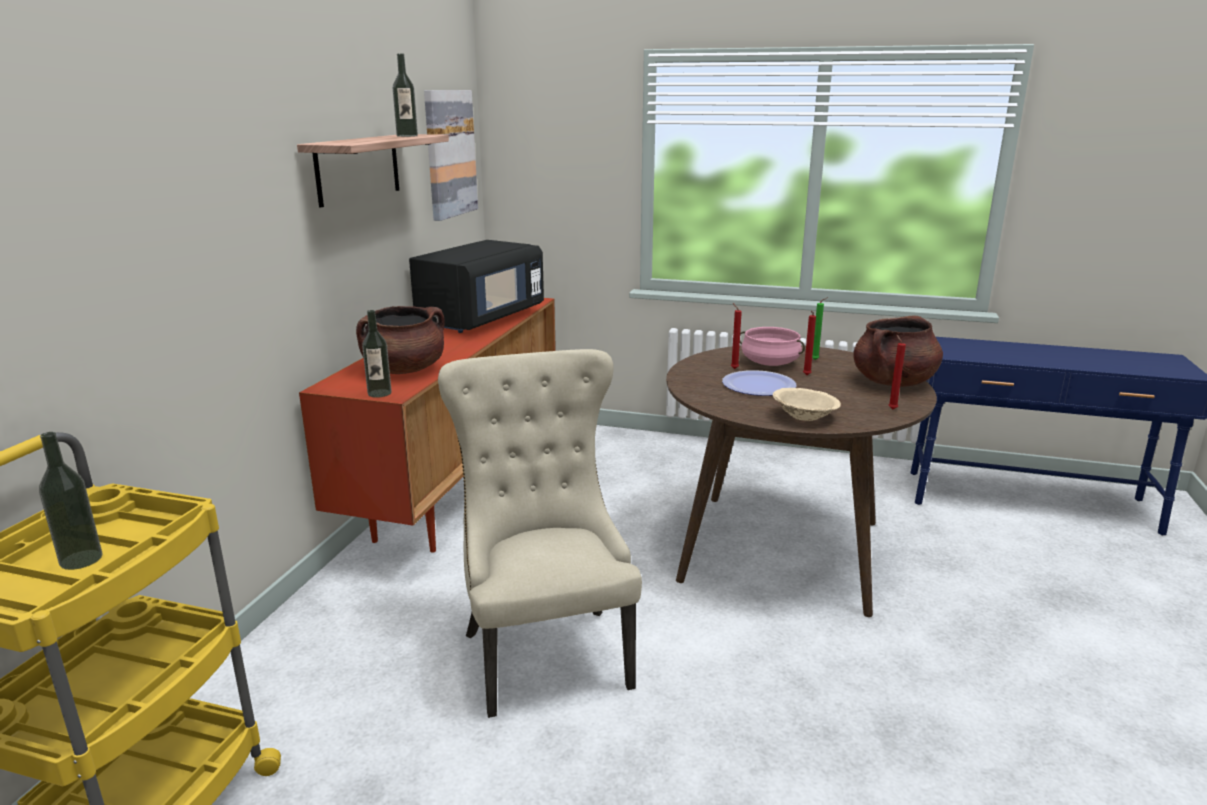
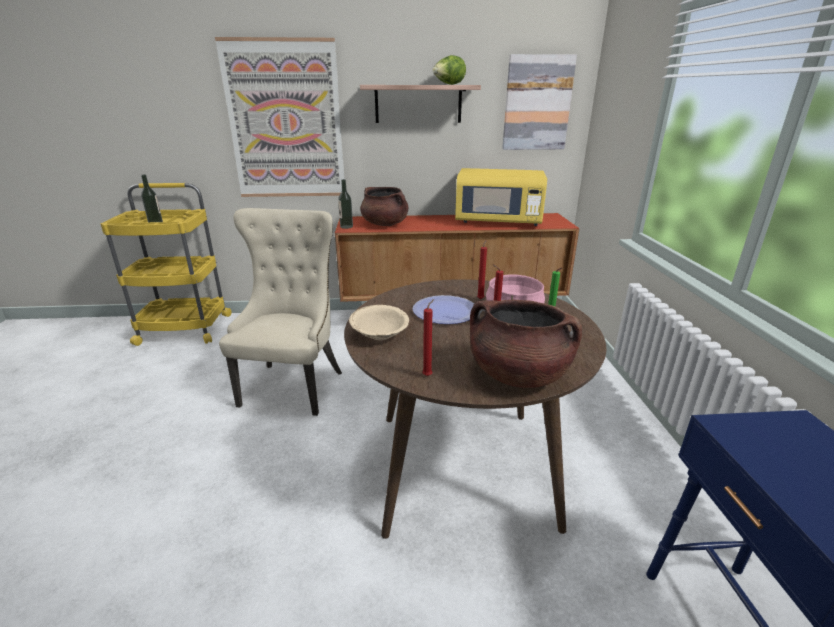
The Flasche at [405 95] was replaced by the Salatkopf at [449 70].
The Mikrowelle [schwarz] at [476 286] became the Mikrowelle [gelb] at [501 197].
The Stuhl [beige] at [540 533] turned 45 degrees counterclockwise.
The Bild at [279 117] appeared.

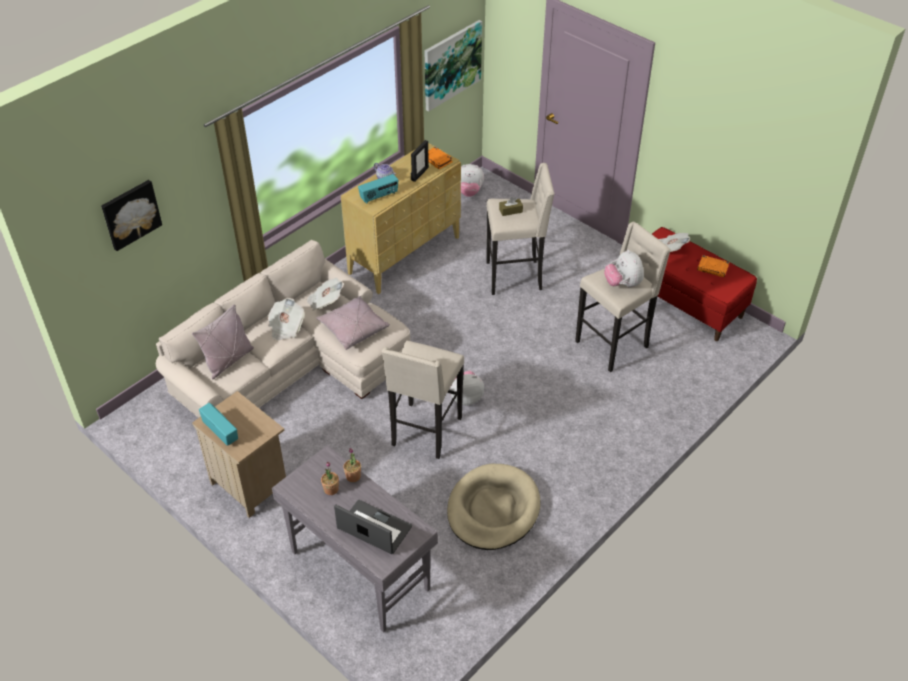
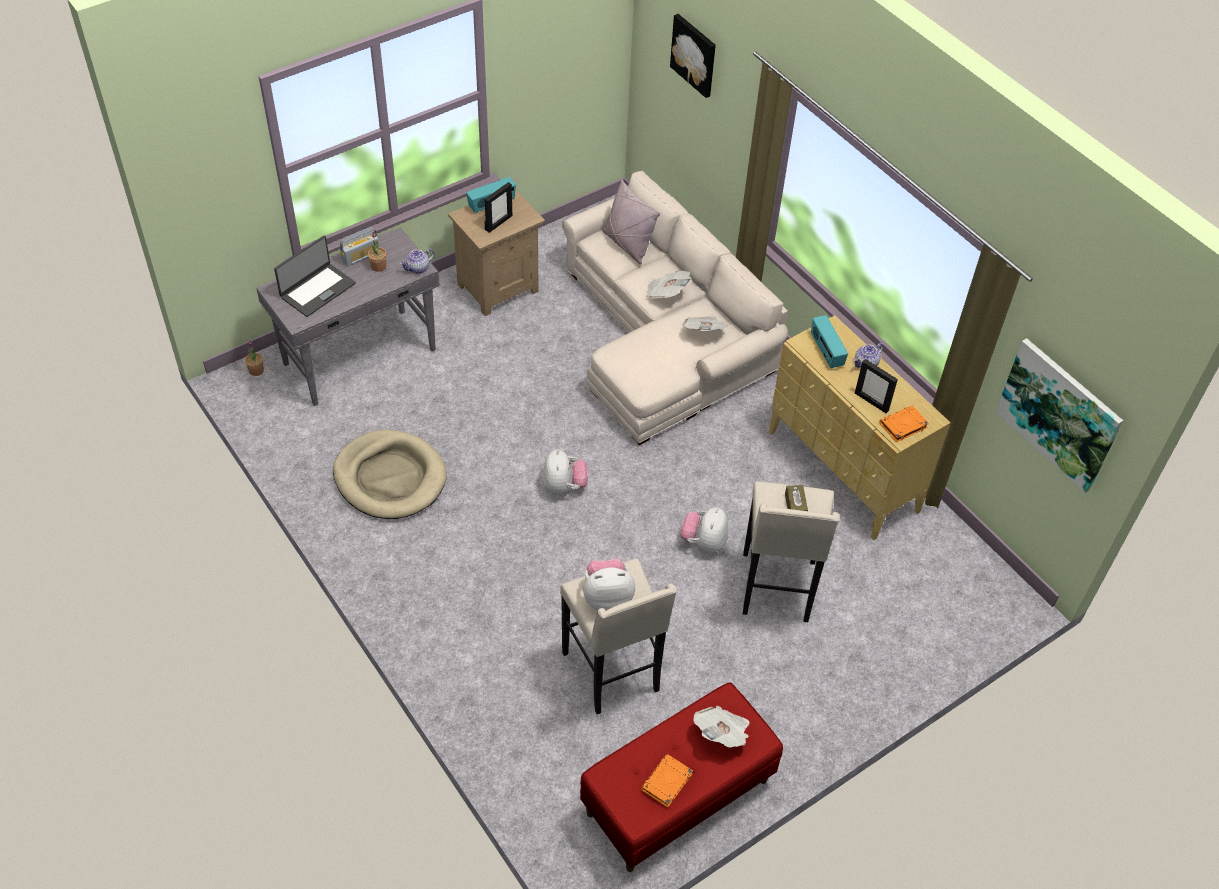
The Plüschtier moved from [472 180] to [704 530].
The Kissen [lila] at [353 323] disappeared.
The Hocker [beige] at [423 400] disappeared.
The Topfpflanze moved from [352 465] to [254 358].
The Bilderrahmen at [498 207] appeared.
The Radio at [359 246] appeared.
The Teekanne at [417 261] appeared.

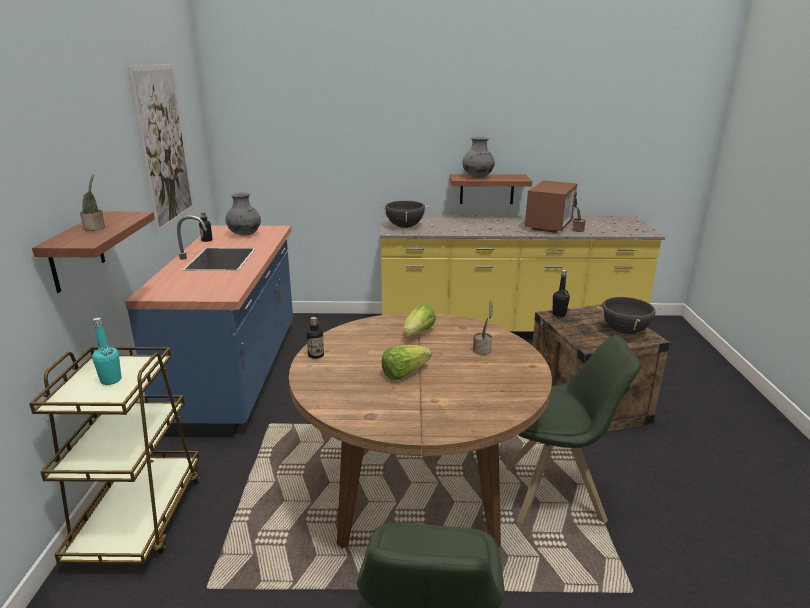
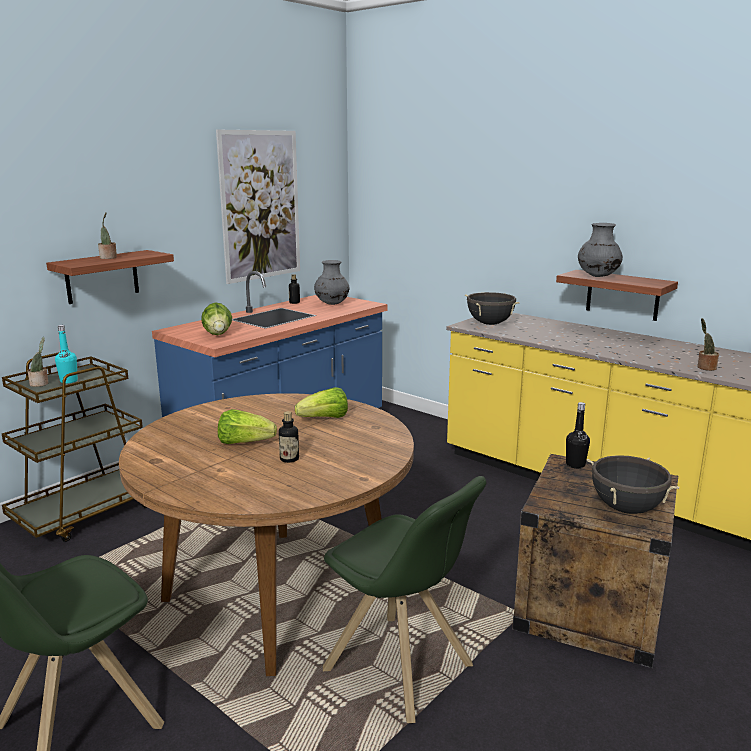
The Mikrowelle at [551 206] disappeared.
The Topfpflanze moved from [483 328] to [37 362].
The Flasche moved from [315 338] to [289 437].
The Salatkopf at [216 318] appeared.

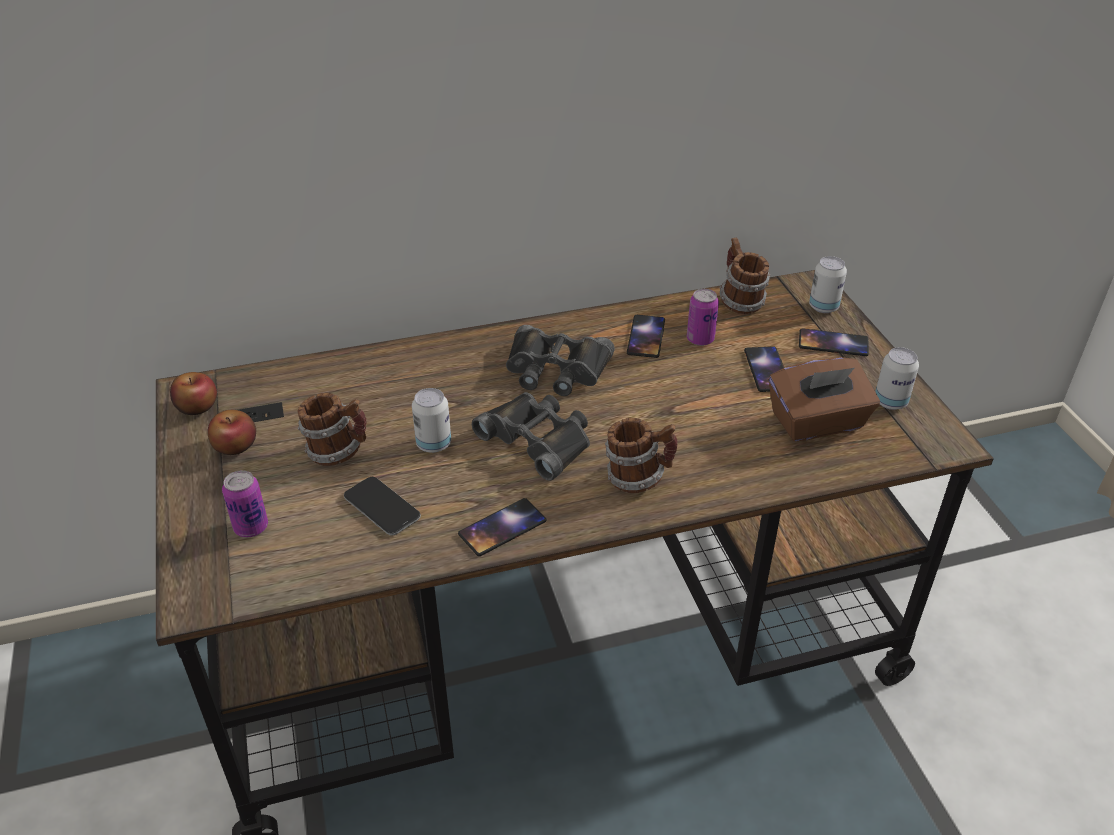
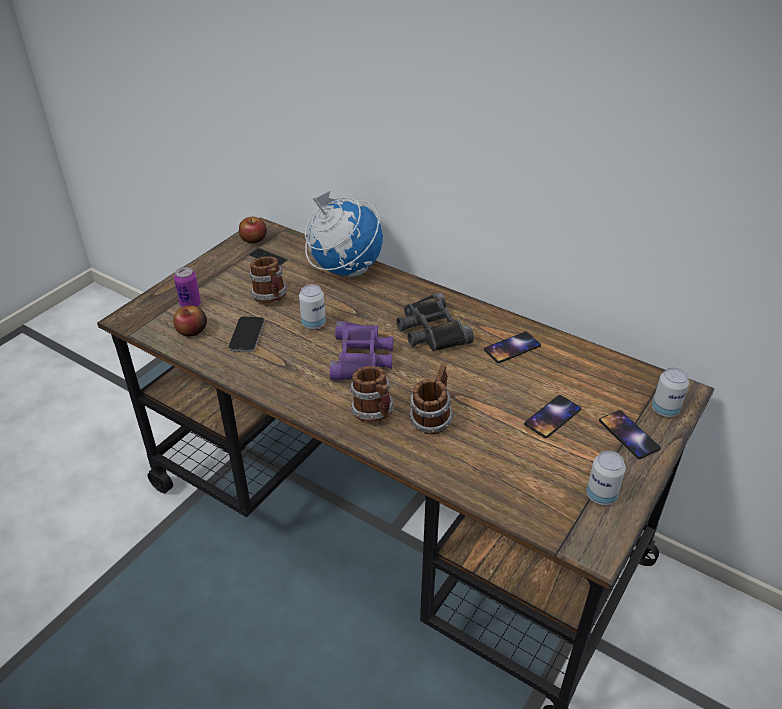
The Henkelbecher moved from [744 276] to [431 399].
The Dose at [703 317] disappeared.
The Taschentuchbox [braun] at [824 399] disappeared.
The Fernglas [schwarz] at [531 436] became the Fernglas [lila] at [361 351].
The Apfel moved from [232 432] to [190 320].
The Handy at [502 527] disappeared.
The Globus at [344 234] appeared.

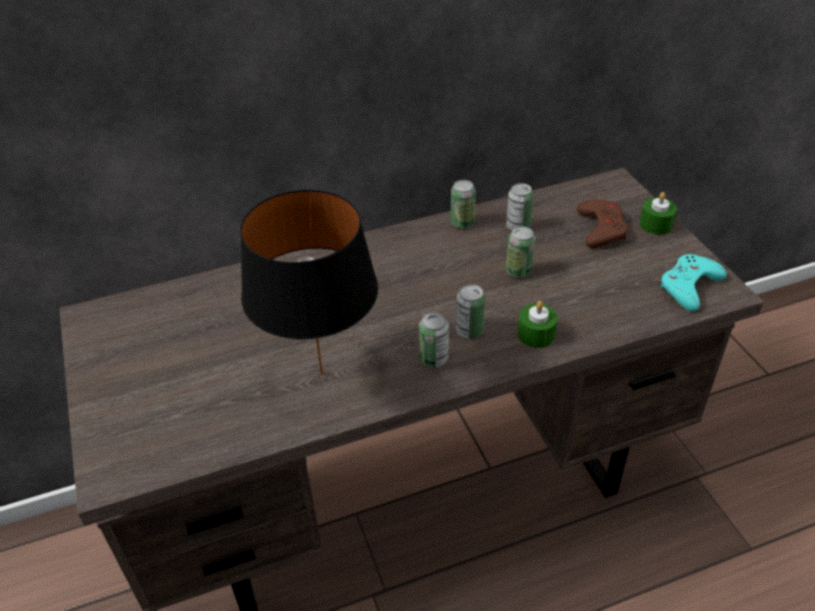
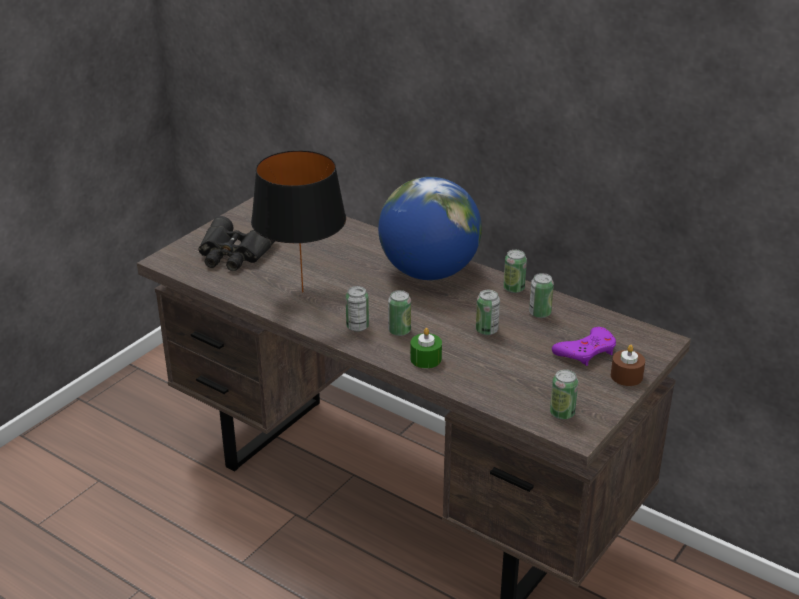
The Kerze [grün] at [658 213] became the Kerze [braun] at [628 365].
The Gamepad [braun] at [602 223] became the Gamepad [lila] at [584 346].
The Gamepad [türkis] at [694 282] was replaced by the Dose at [564 394].
The Globus at [430 228] appeared.
The Fernglas [schwarz] at [237 243] appeared.

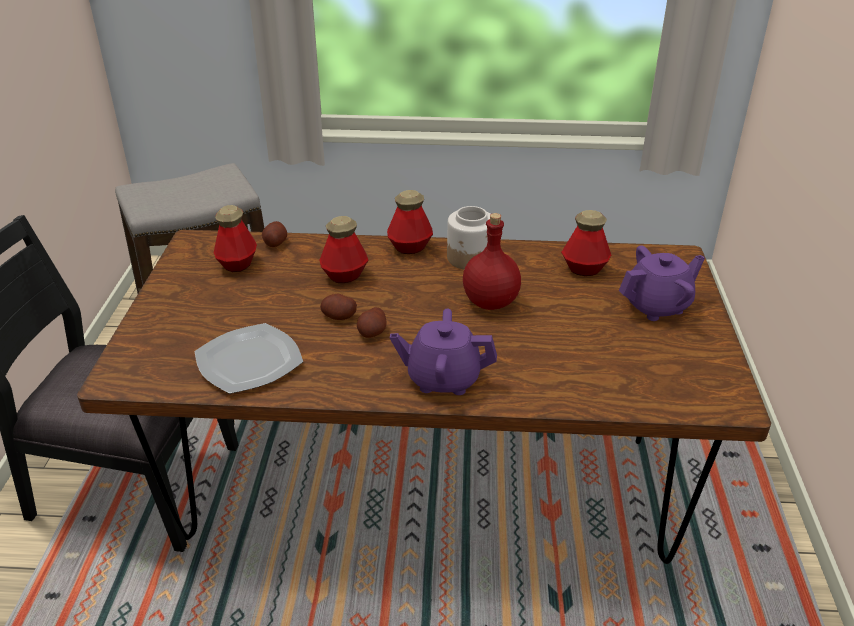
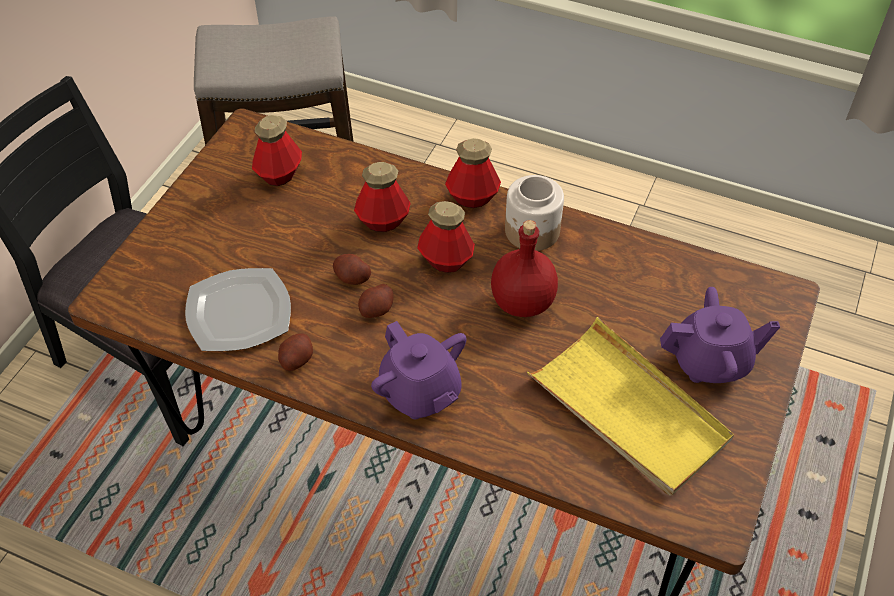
The Flasche moved from [586 243] to [446 237].
The Kartoffel moved from [274 234] to [295 352].
The Teekanne [lila] at [443 352] turned 150 degrees counterclockwise.
The Tablett [gelb] at [630 406] appeared.

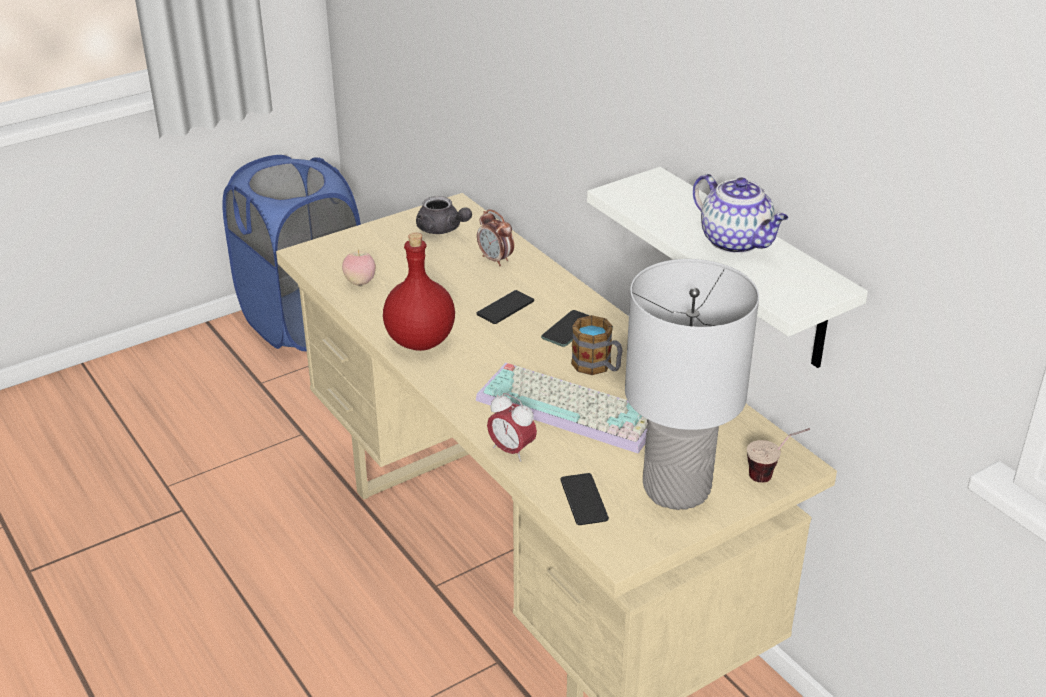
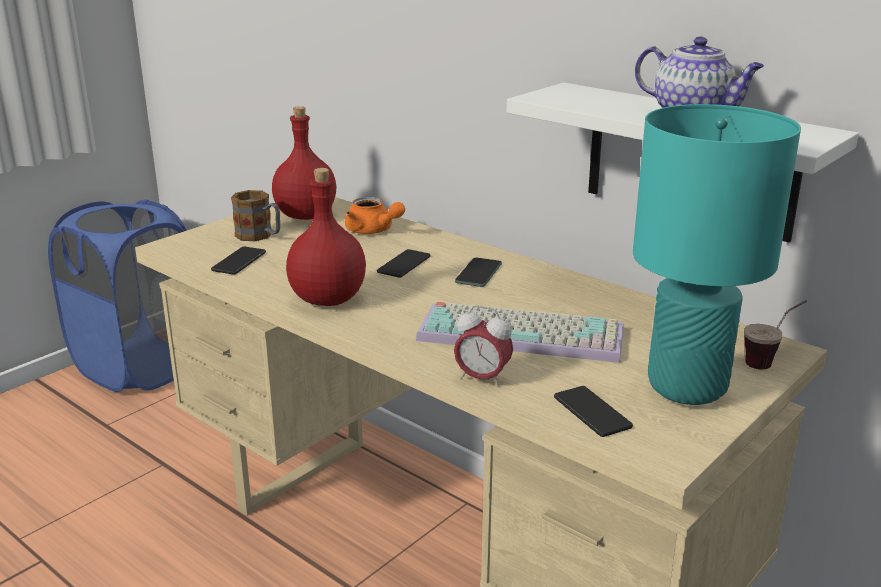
The Teekanne [grau] at [444 215] was replaced by the Flasche [rot] at [304 163].
The Wecker at [495 237] was replaced by the Teekanne [orange] at [375 215].
The Apfel at [359 267] was replaced by the Handy at [238 260].
The Tischlampe [grau] at [692 384] became the Tischlampe [türkis] at [717 254].
The Henkelbecher moved from [596 345] to [255 215].

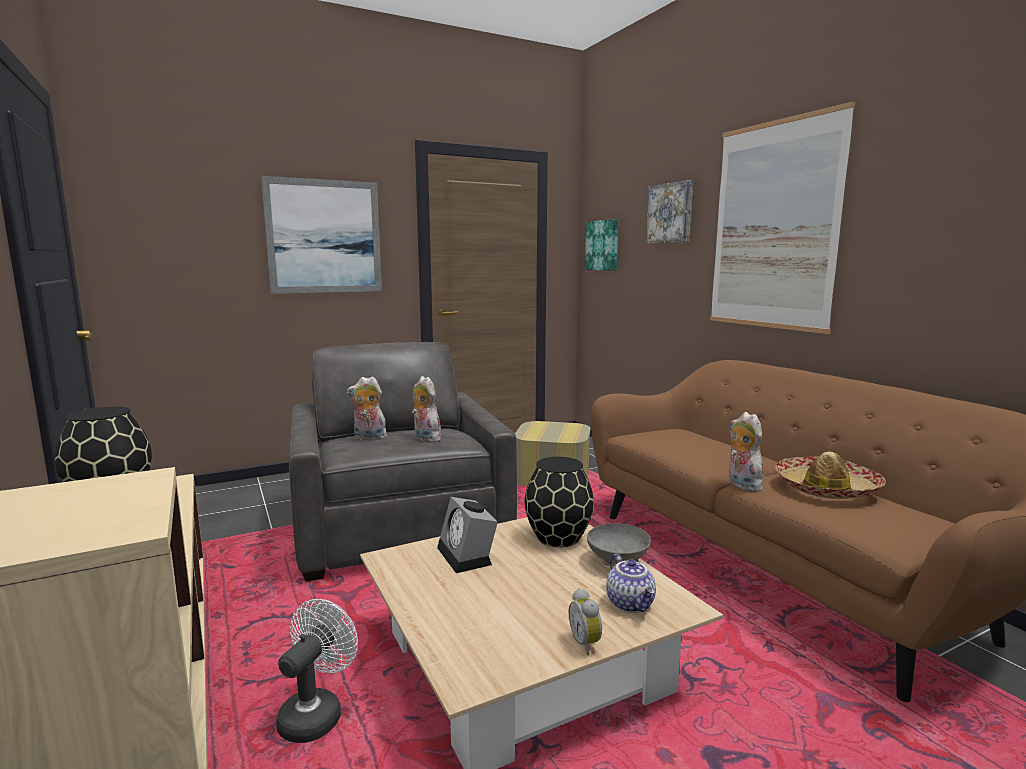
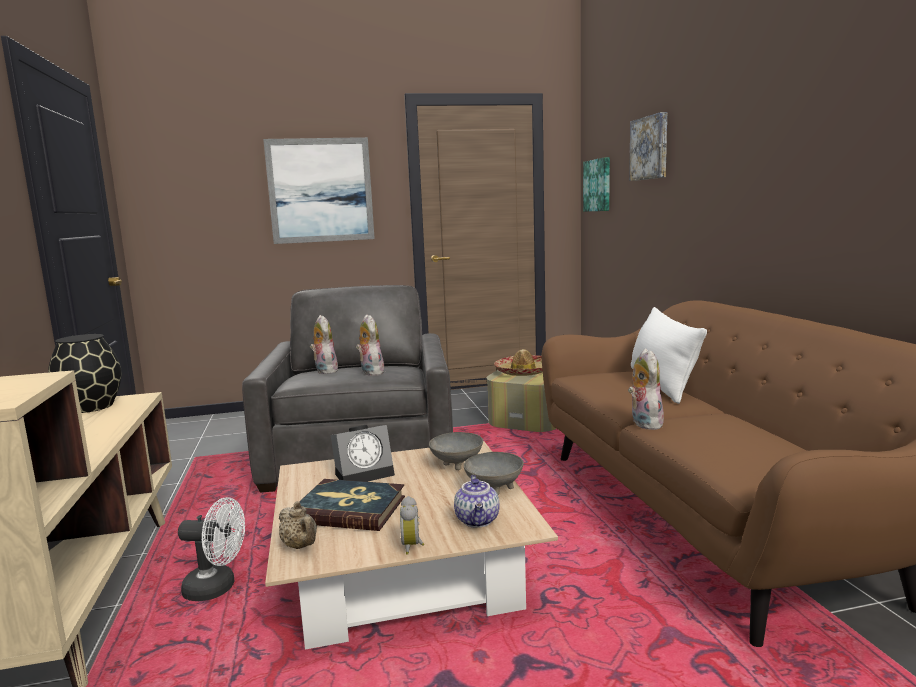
The Bild at [782 217] disappeared.
The Plüschtier at [367 409] turned 45 degrees clockwise.
The Hut moved from [830 475] to [518 362].
The Vase [schwarz] at [559 502] was replaced by the Schüssel [grau] at [456 451].
The Wecker at [467 535] turned 105 degrees counterclockwise.
The Ventilator [weiß] at [317 671] turned 60 degrees clockwise.
The Kissen [weiß] at [669 355] appeared.
The Buch at [352 505] appeared.
The Teekanne [beige] at [298 525] appeared.

